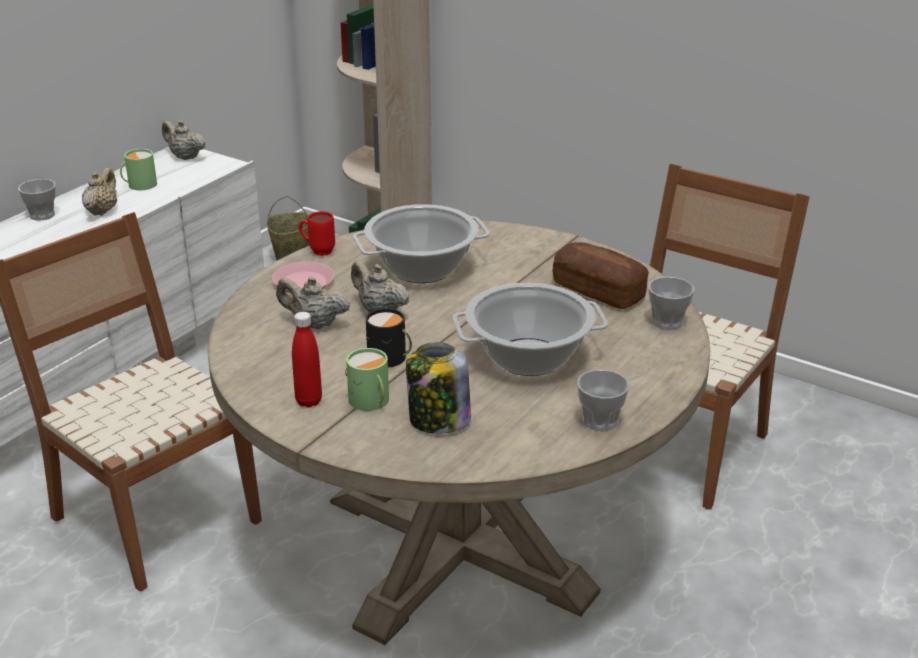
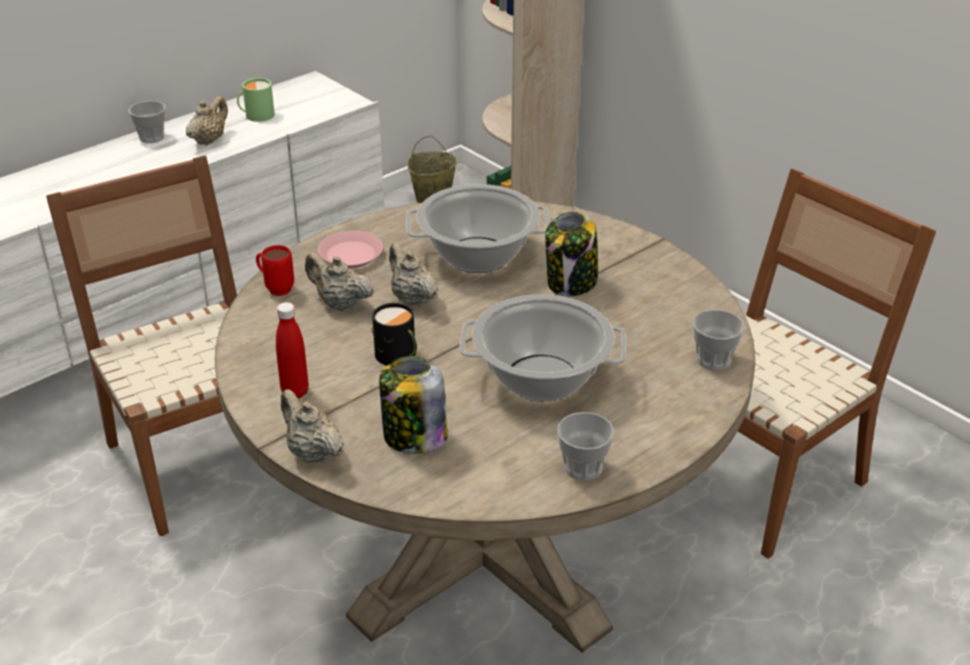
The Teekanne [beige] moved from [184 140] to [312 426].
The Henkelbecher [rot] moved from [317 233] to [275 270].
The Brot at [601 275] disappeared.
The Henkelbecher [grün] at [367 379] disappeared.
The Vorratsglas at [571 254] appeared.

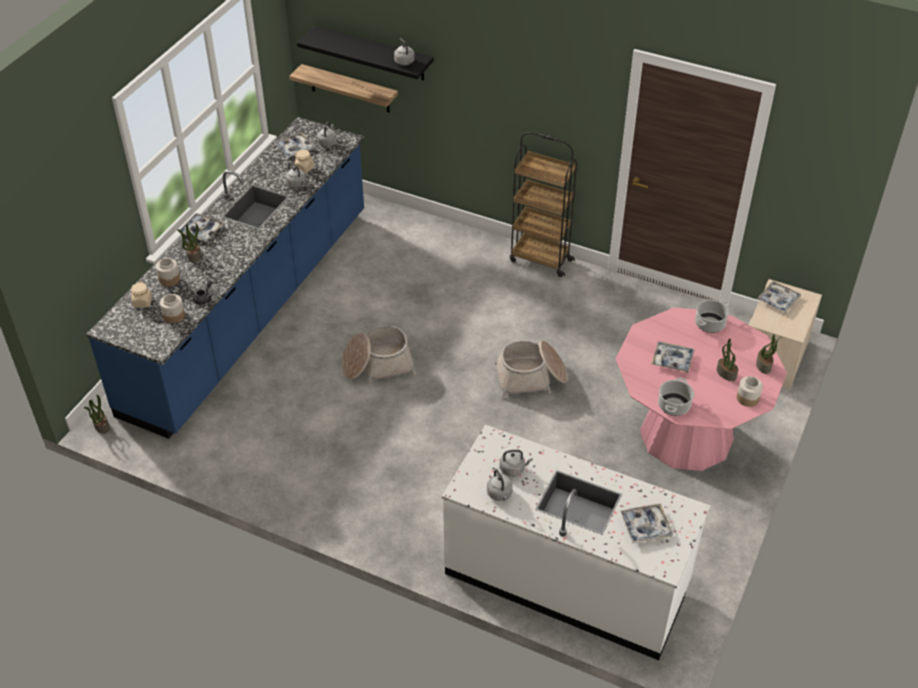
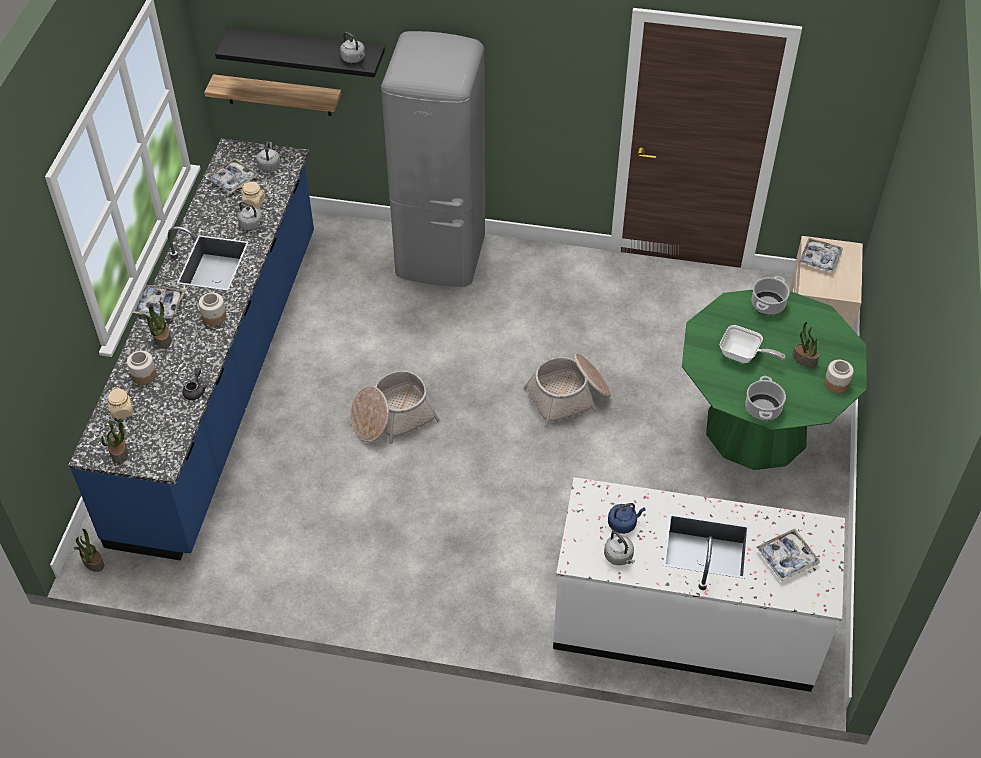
The Rollwagen [braun] at [543 204] disappeared.
The Vorratsglas moved from [172 308] to [213 309].
The Esstisch [rosa] at [701 389] became the Esstisch [grün] at [774 380].
The Topfpflanze moved from [769 354] to [114 441].
The Tablett at [673 357] was replaced by the Pfanne at [752 344].
The Wasserkessel [grau] at [516 463] became the Wasserkessel [blau] at [627 518].
The Kühlschrank [grau] at [433 159] appeared.

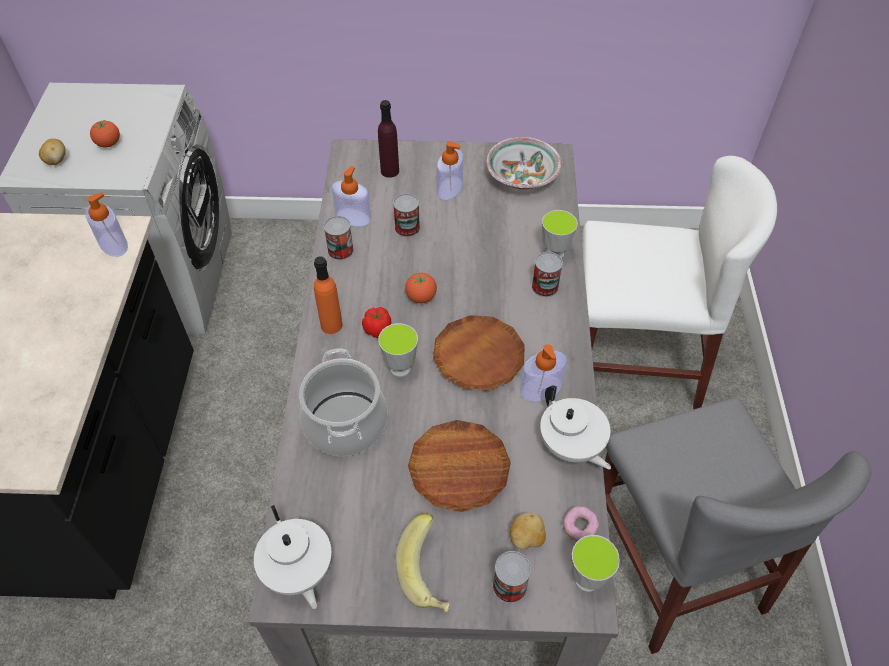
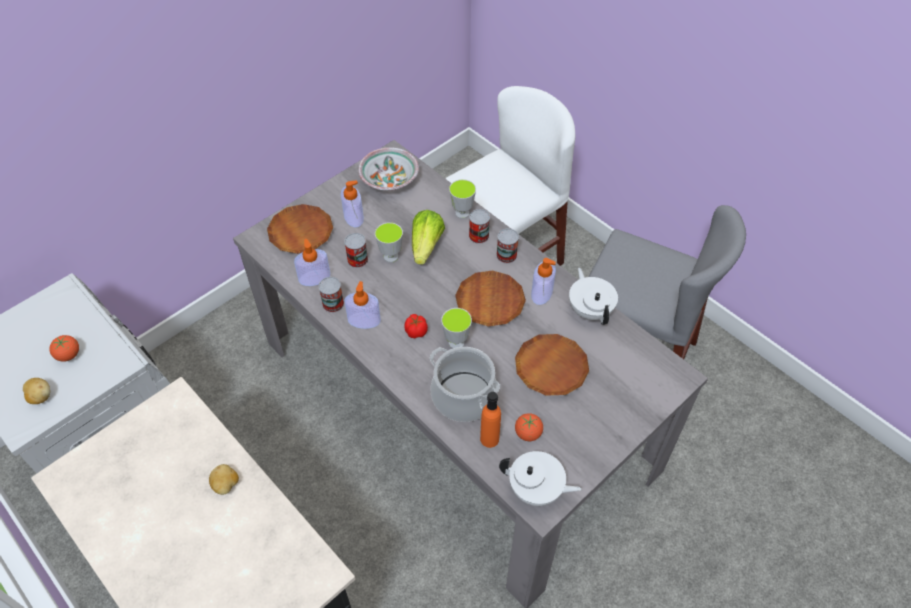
The Flasche [lila] at [388 139] was replaced by the Teller [braun] at [300 229].
The Seifenspender moved from [106 224] to [362 305].
The Flasche [orange] moved from [328 295] to [490 420].
The Tomate moved from [421 288] to [529 427].
The Teekanne [weiß] at [575 428] turned 120 degrees counterclockwise.
The Donut at [581 523] disappeared.
The Banane at [422 562] disappeared.
The Kartoffel moved from [528 531] to [224 479].
The Tasse moved from [595 563] to [389 242].
The Dose moved from [512 577] to [507 246].
The Salatkopf at [428 237] appeared.

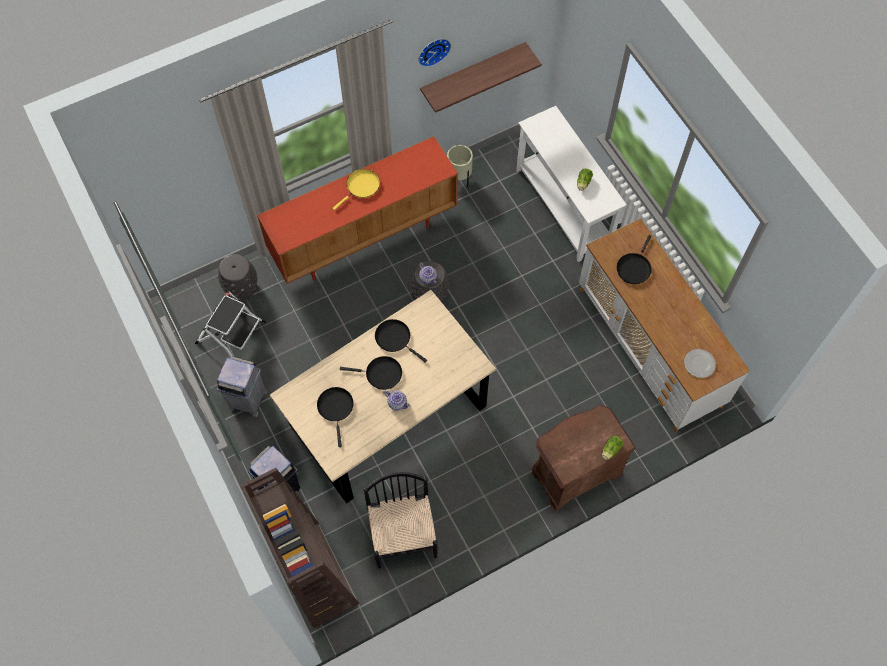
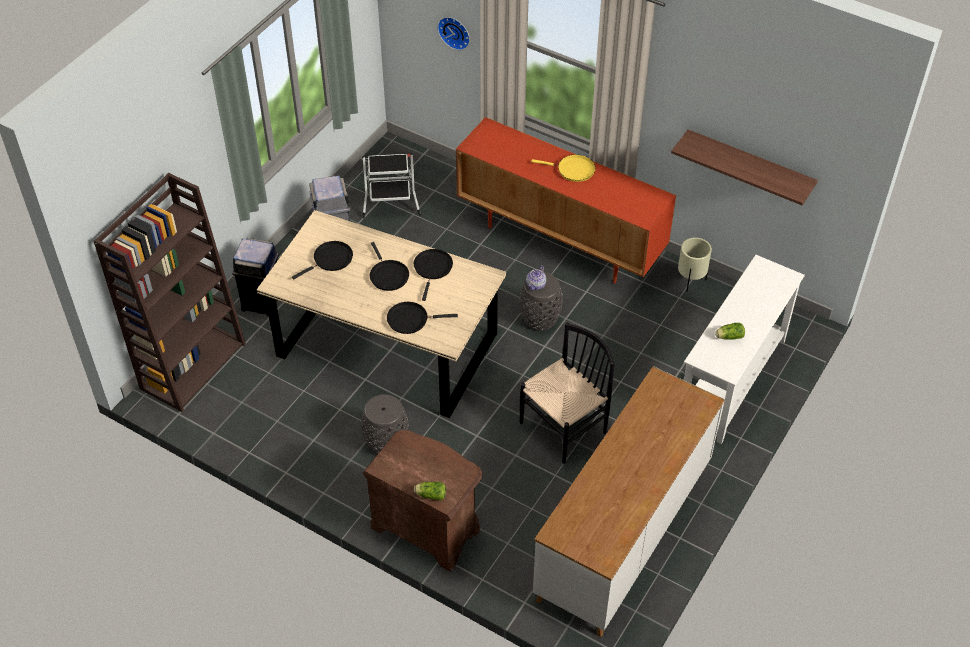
The Wanduhr moved from [434 53] to [453 33].
The Pfanne [schwarz] moved from [634 259] to [422 318].
The Hocker [grau] moved from [237 277] to [384 424].
The Teller at [700 363] disappeared.
The Teekanne at [397 400] disappeared.
The Stuhl [schwarz] moved from [401 520] to [567 393].

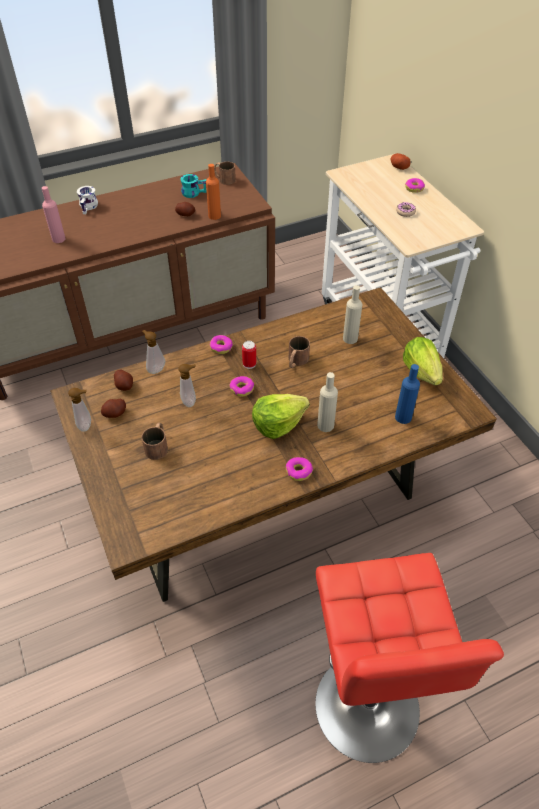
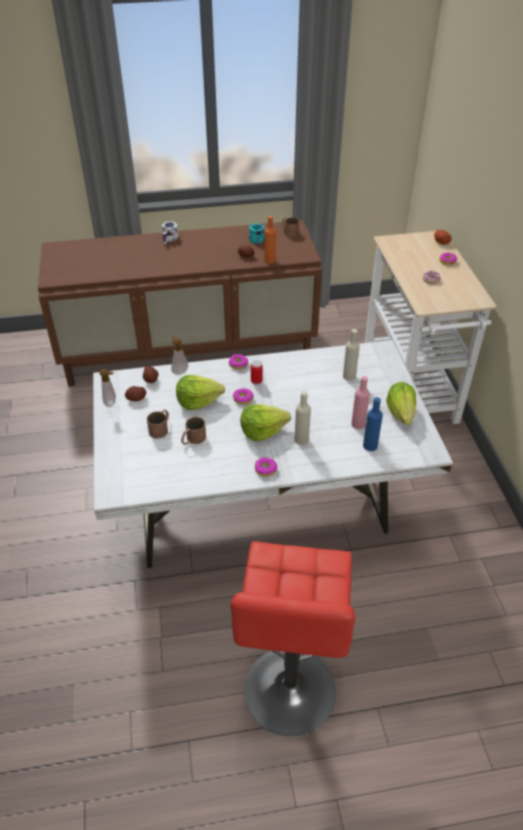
The Flasche [rosa] moved from [54 214] to [360 402].
The Esstisch [braun] at [273 444] became the Esstisch [weiß] at [273 454].
The Henkelbecher [braun] moved from [299 352] to [193 431].
The Seifenspender at [187 385] was replaced by the Salatkopf at [200 392].

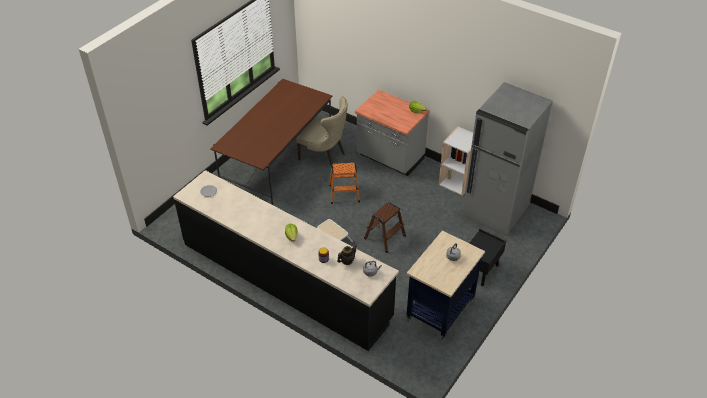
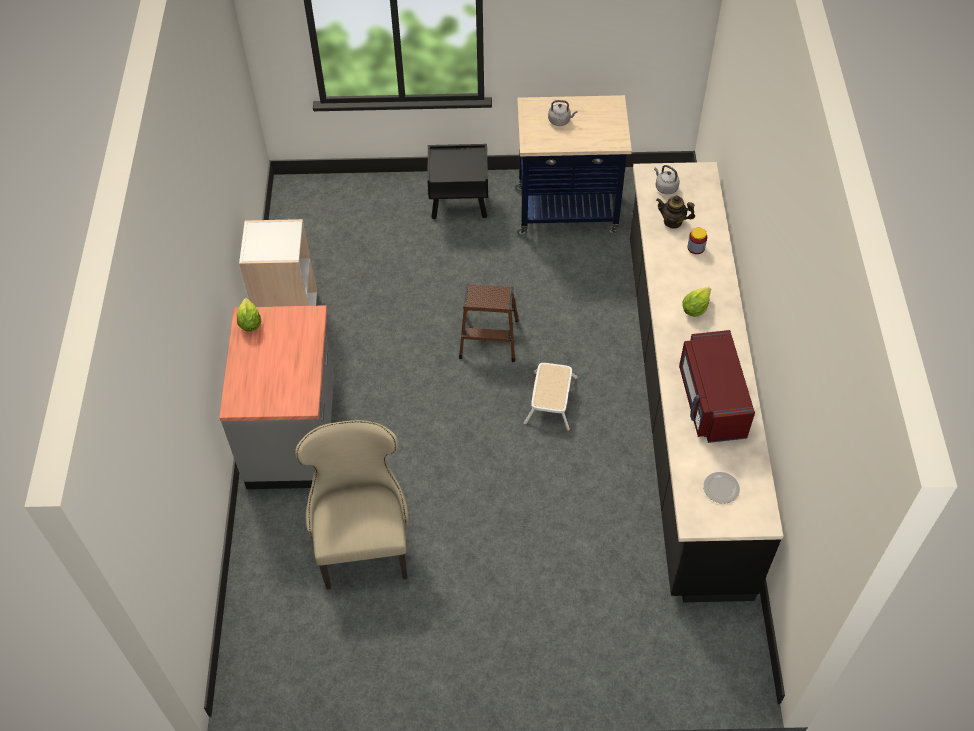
The Esstisch [braun] at [271 142] disappeared.
The Kühlschrank [grau] at [507 159] disappeared.
The Trittleiter [orange] at [344 183] disappeared.
The Mikrowelle [rot] at [717 386] appeared.

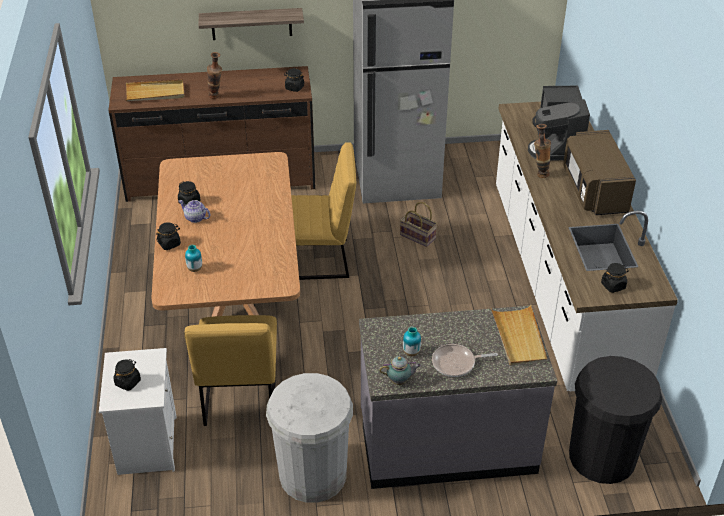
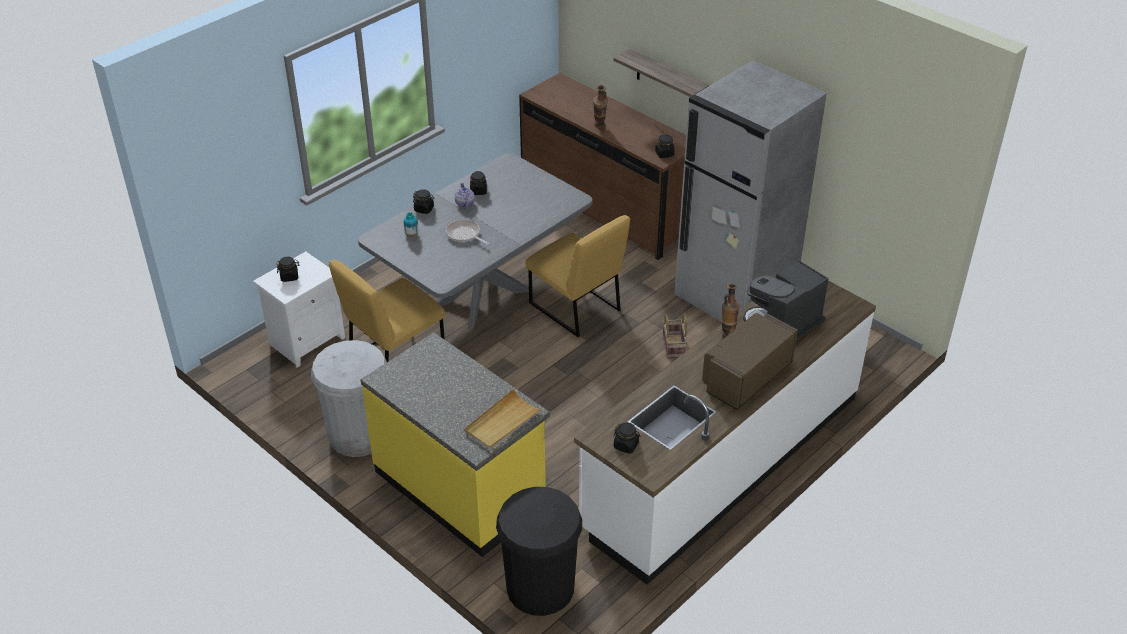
The Tablett [beige] at [155 90] disappeared.
The Esstisch [braun] at [225 234] became the Esstisch [grau] at [475 241].
The Küchenzeile [grau] at [458 397] became the Küchenzeile [gelb] at [455 444].
The Vase at [412 341] disappeared.
The Pfanne moved from [465 360] to [467 232].
The Teekanne at [400 370] disappeared.

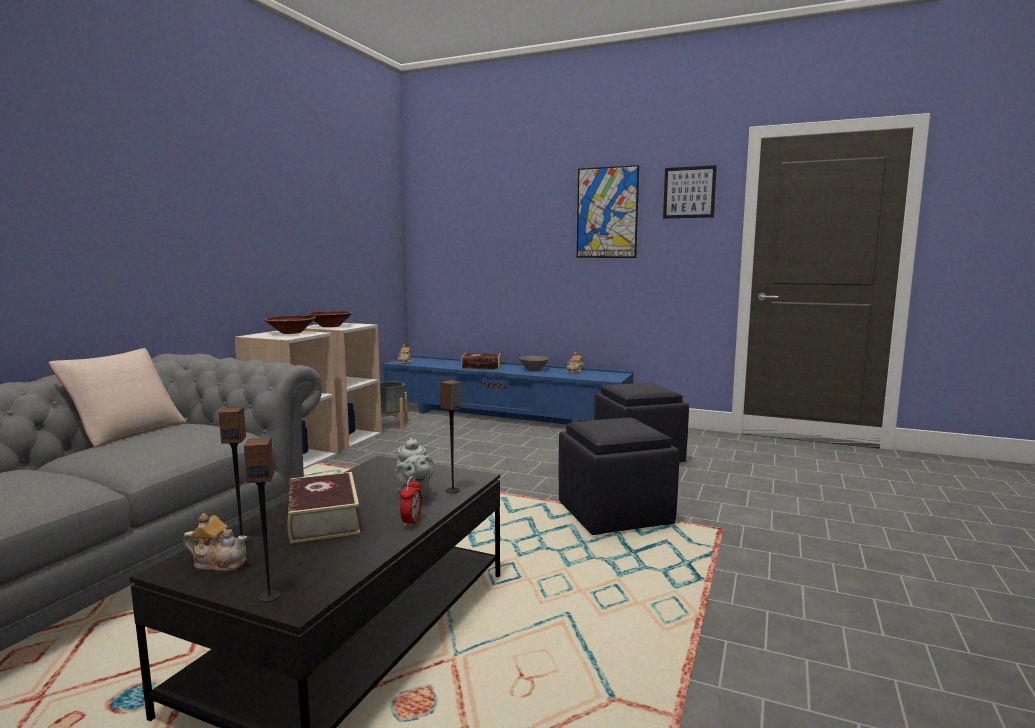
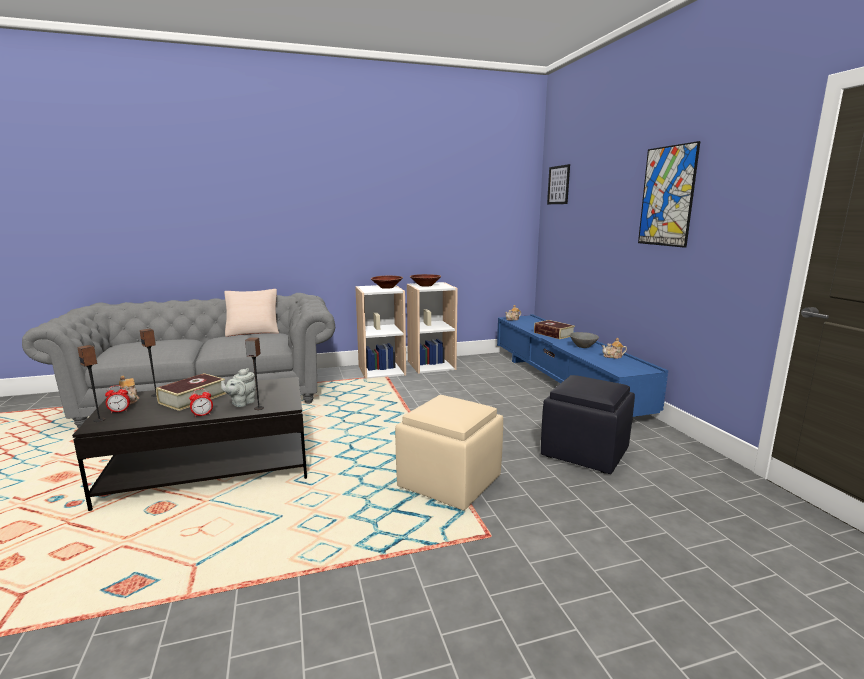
The Bild moved from [690 192] to [558 184].
The Pflanzkübel [grau] at [394 405] disappeared.
The Polsterhocker [schwarz] at [619 476] became the Polsterhocker [beige] at [449 452].
The Wecker at [117 399] appeared.

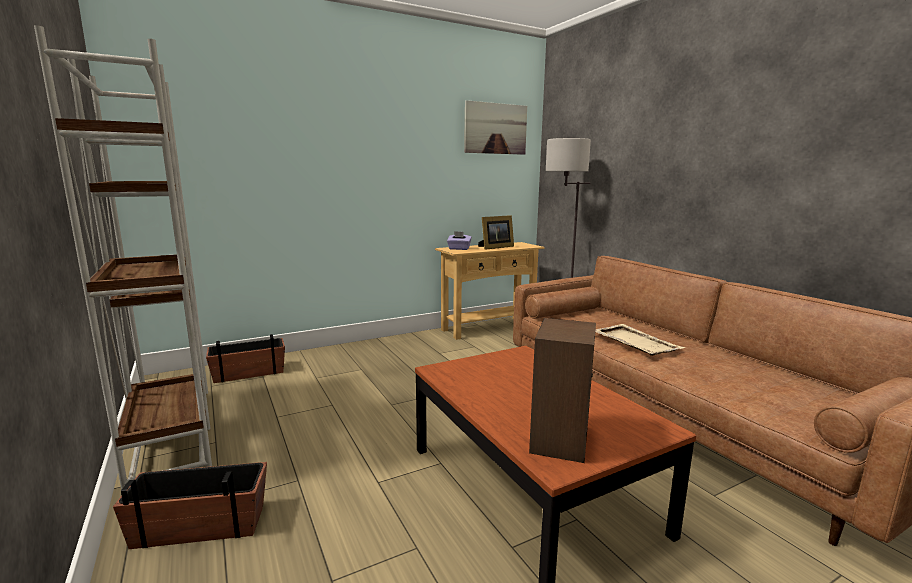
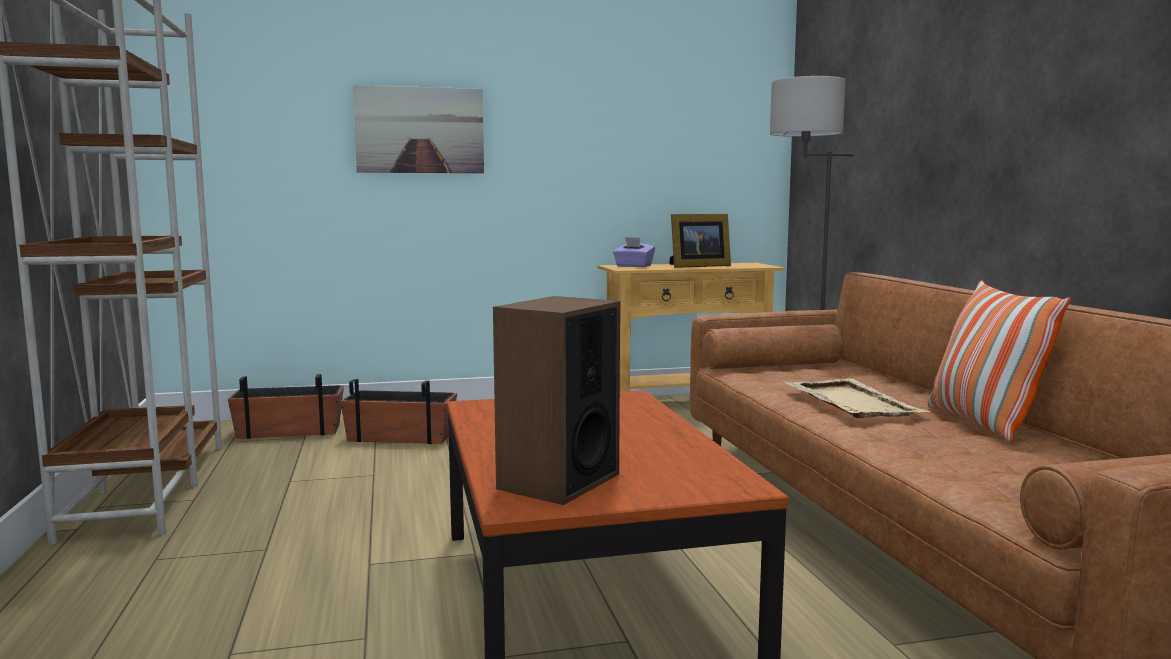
The Bild moved from [495 127] to [418 129].
The Pflanzkübel moved from [190 505] to [398 411].
The Kissen at [999 361] appeared.

